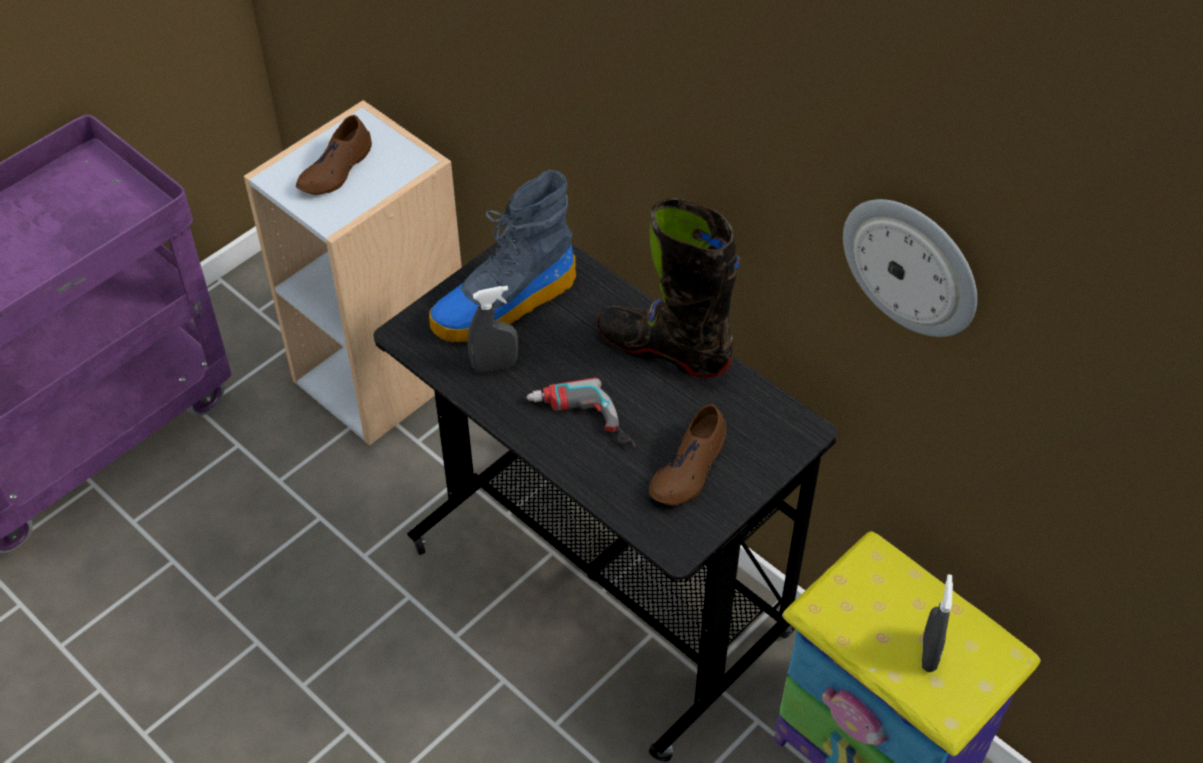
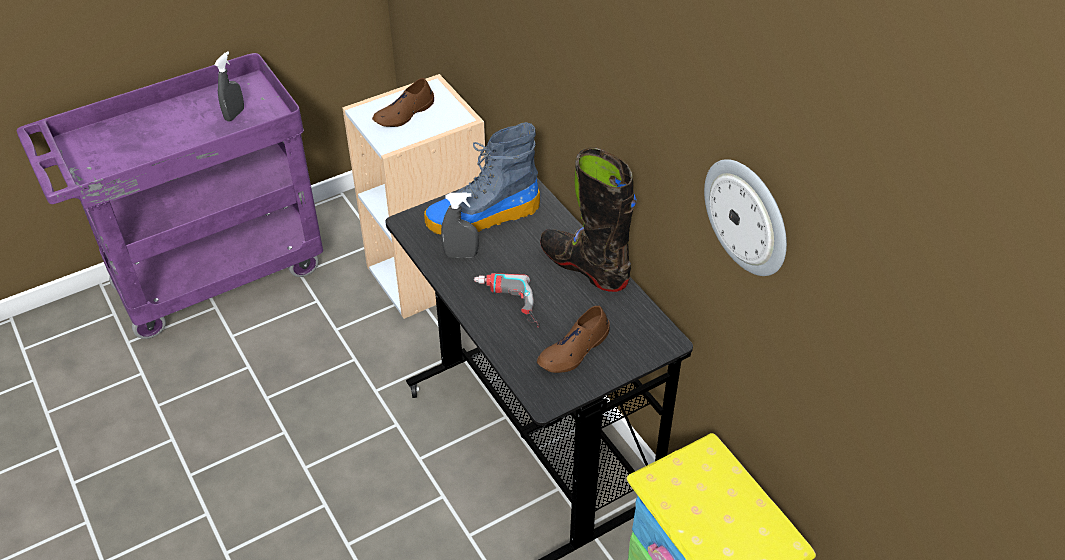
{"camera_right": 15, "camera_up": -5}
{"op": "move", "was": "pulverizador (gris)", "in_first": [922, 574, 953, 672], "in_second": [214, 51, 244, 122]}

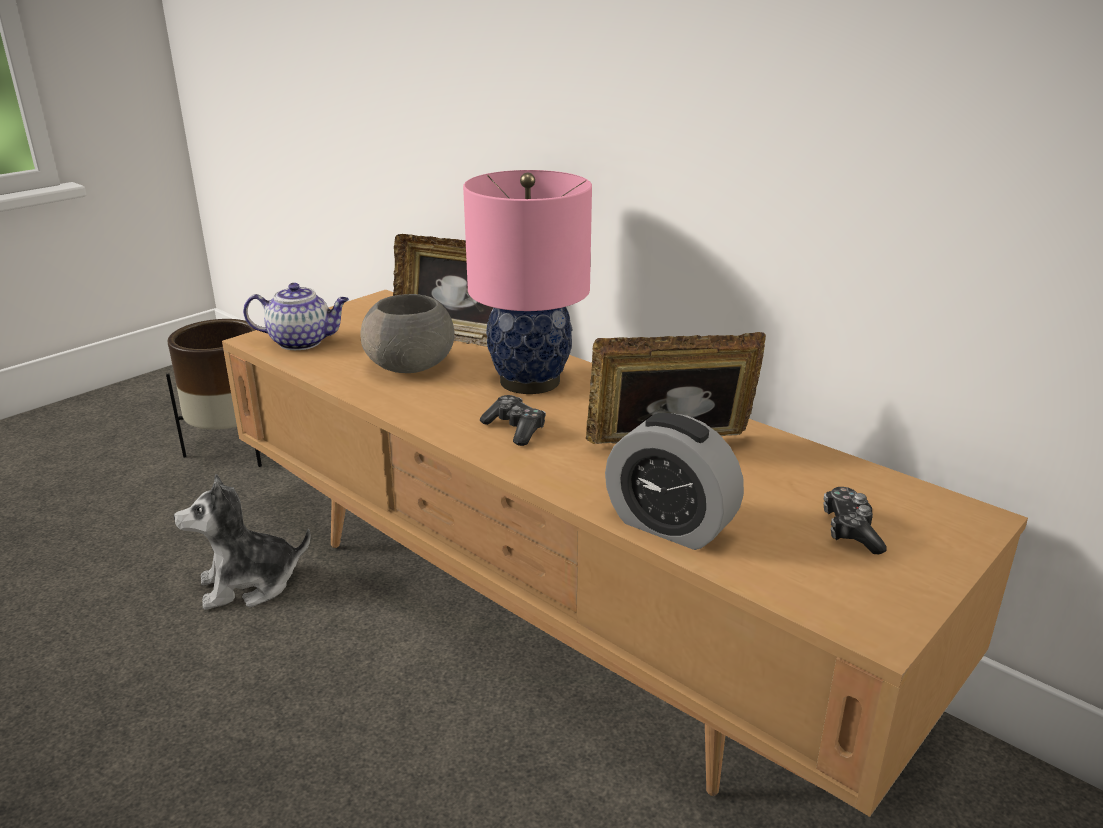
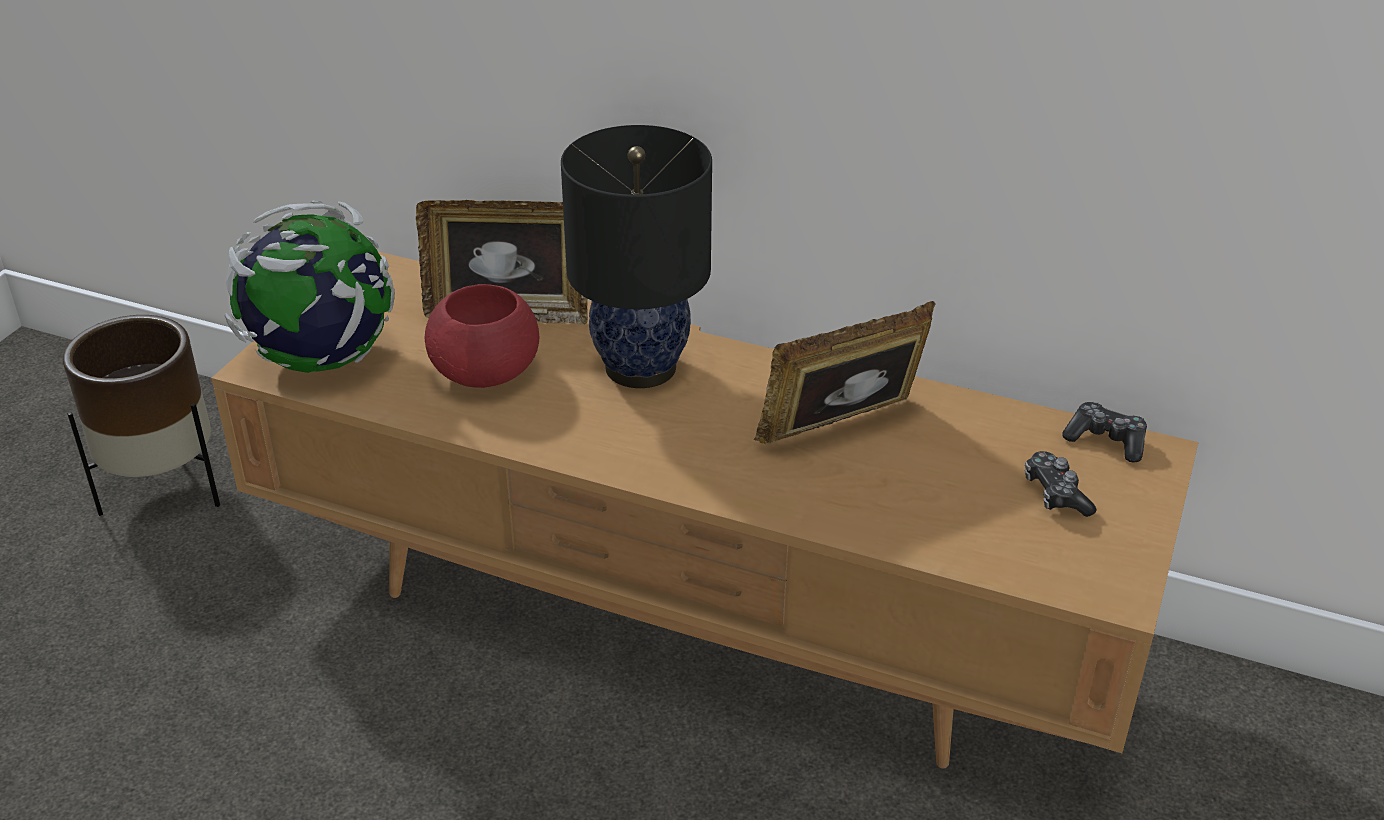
{"camera_right": -20, "camera_up": 10}
{"op": "replace", "was": "tetera", "now": "globo terráqueo", "in_first": [243, 283, 349, 350], "in_second": [224, 201, 395, 373]}
{"op": "recolor", "was": "cuenco (gris)", "now": "cuenco (rojo)", "in_first": [360, 294, 454, 373], "in_second": [425, 284, 539, 388]}
{"op": "recolor", "was": "lámpara de mesa (rosa)", "now": "lámpara de mesa (negro)", "in_first": [463, 170, 592, 394], "in_second": [561, 125, 712, 388]}
{"op": "move", "was": "mando de consola", "in_first": [480, 395, 546, 446], "in_second": [1062, 402, 1147, 463]}
{"op": "delete", "was": "peluche", "in_first": [174, 474, 311, 610]}
{"op": "delete", "was": "despertador", "in_first": [605, 413, 744, 550]}

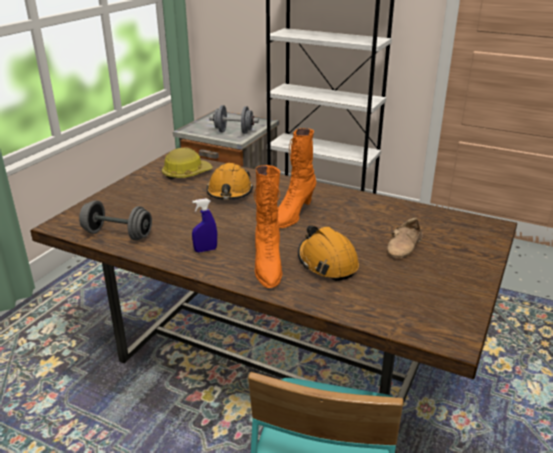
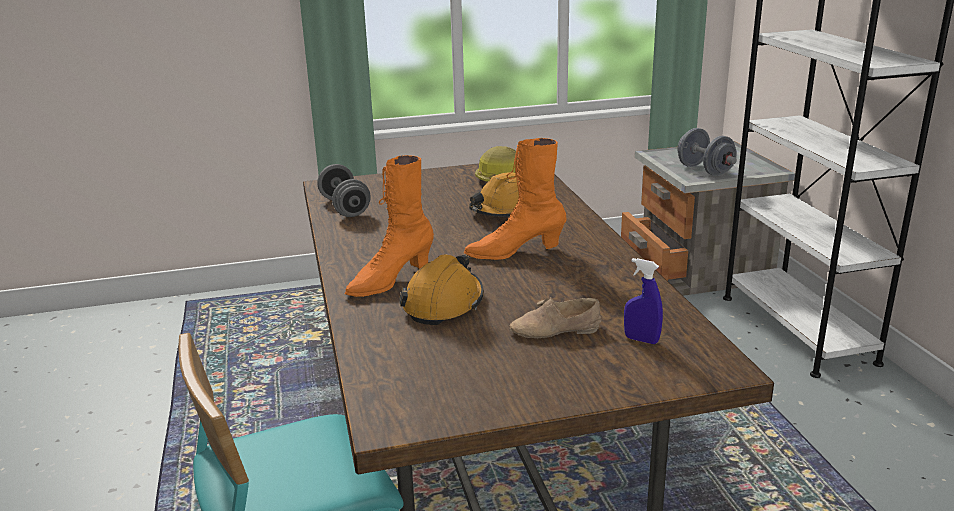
{"camera_right": 50, "camera_up": -5}
{"op": "move", "was": "pulverizador (azul)", "in_first": [192, 199, 217, 252], "in_second": [624, 258, 663, 344]}

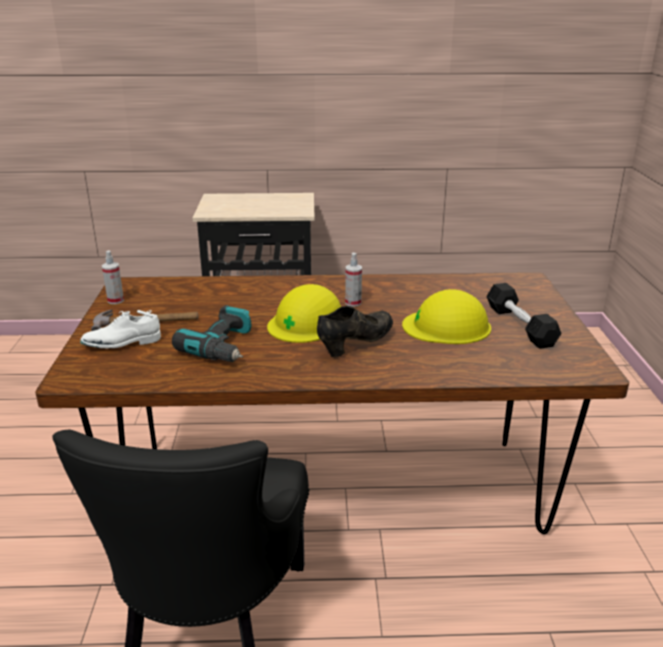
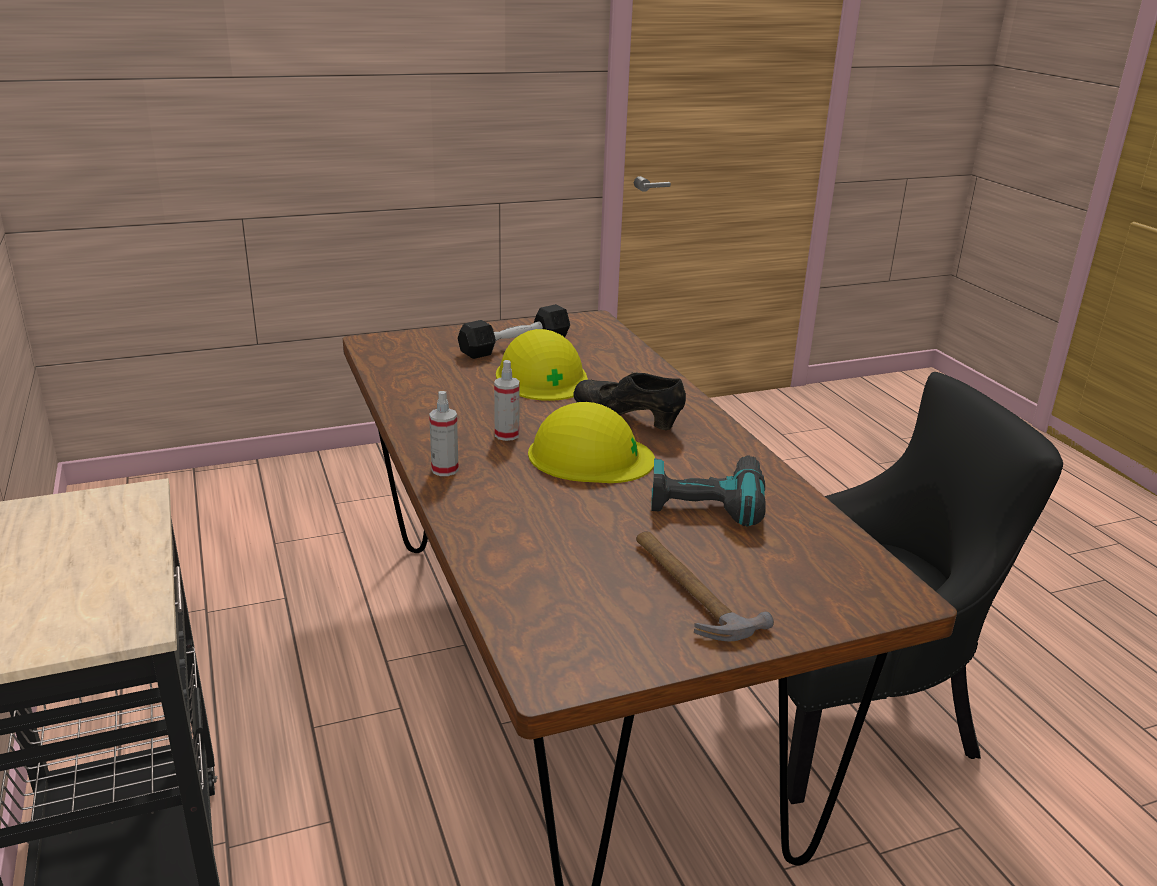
{"camera_right": -110, "camera_up": 0}
{"op": "move", "was": "pulverizador", "in_first": [102, 250, 124, 304], "in_second": [429, 391, 459, 476]}
{"op": "delete", "was": "zapato (blanco)", "in_first": [80, 310, 161, 348]}

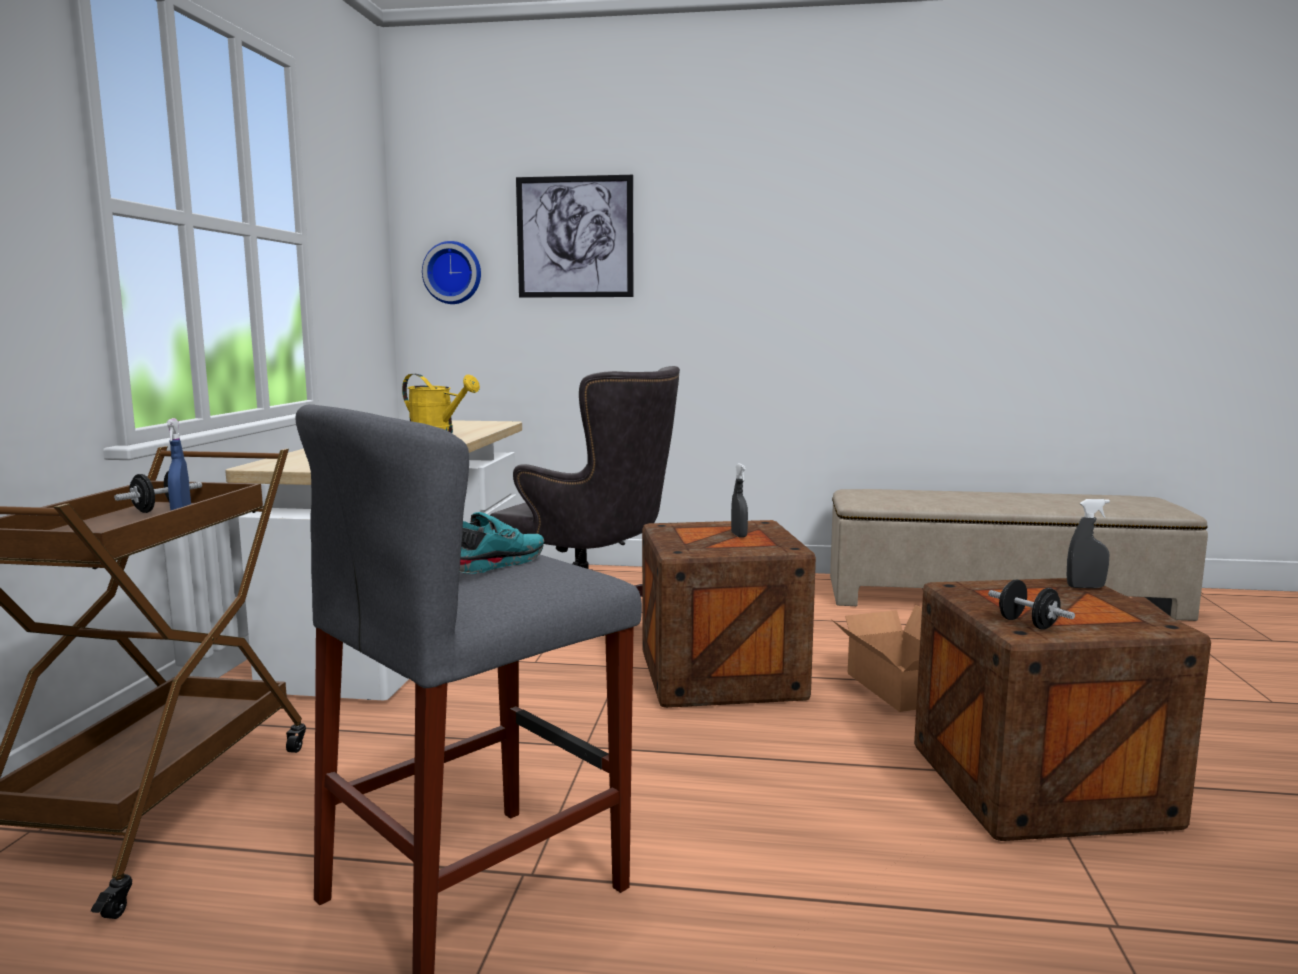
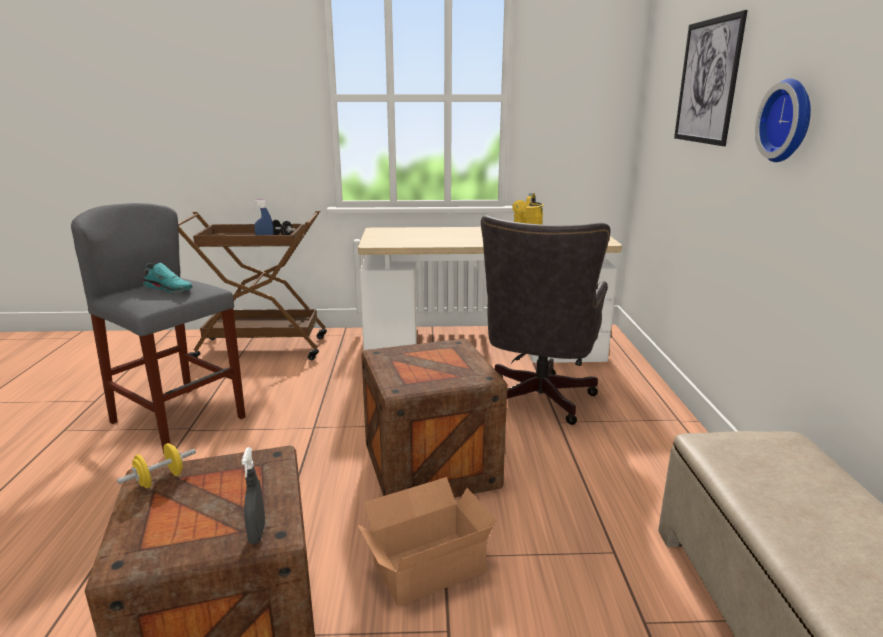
{"camera_right": 80, "camera_up": 10}
{"op": "recolor", "was": "mancuerna (negro)", "now": "mancuerna (amarillo)", "in_first": [988, 580, 1075, 630], "in_second": [117, 443, 196, 488]}
{"op": "move", "was": "reloj de pared", "in_first": [422, 241, 481, 304], "in_second": [755, 78, 811, 162]}
{"op": "delete", "was": "pulverizador (gris)", "in_first": [731, 464, 748, 538]}

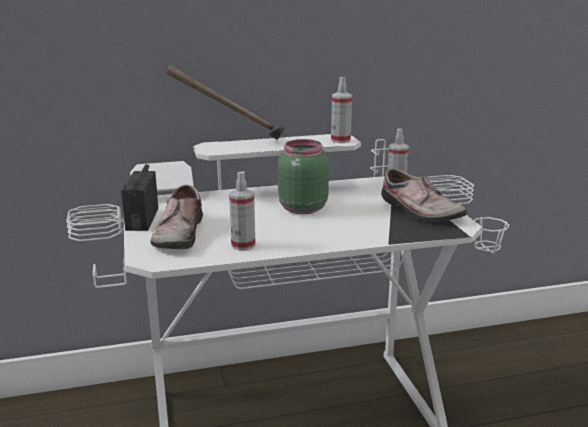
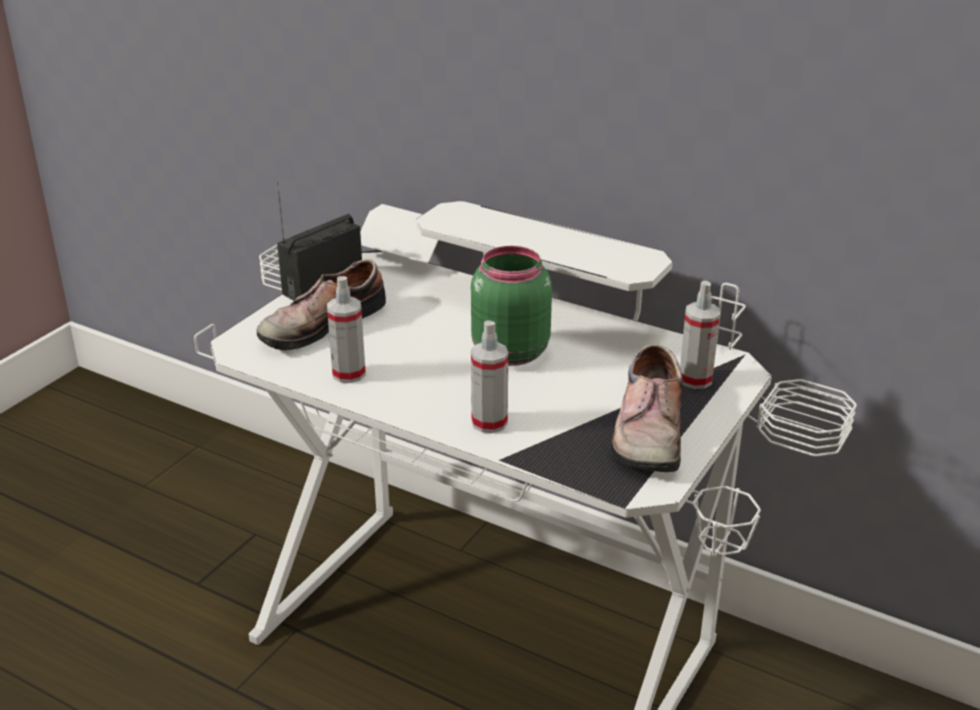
{"camera_right": 45, "camera_up": 10}
{"op": "move", "was": "pulverizador", "in_first": [331, 77, 352, 143], "in_second": [471, 320, 508, 433]}
{"op": "delete", "was": "martillo", "in_first": [166, 65, 285, 140]}

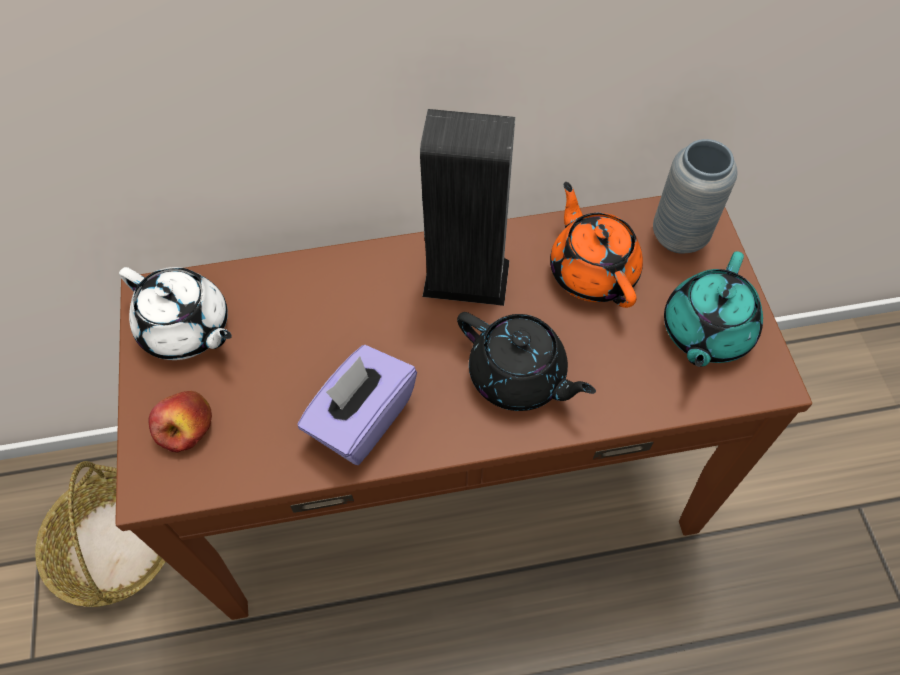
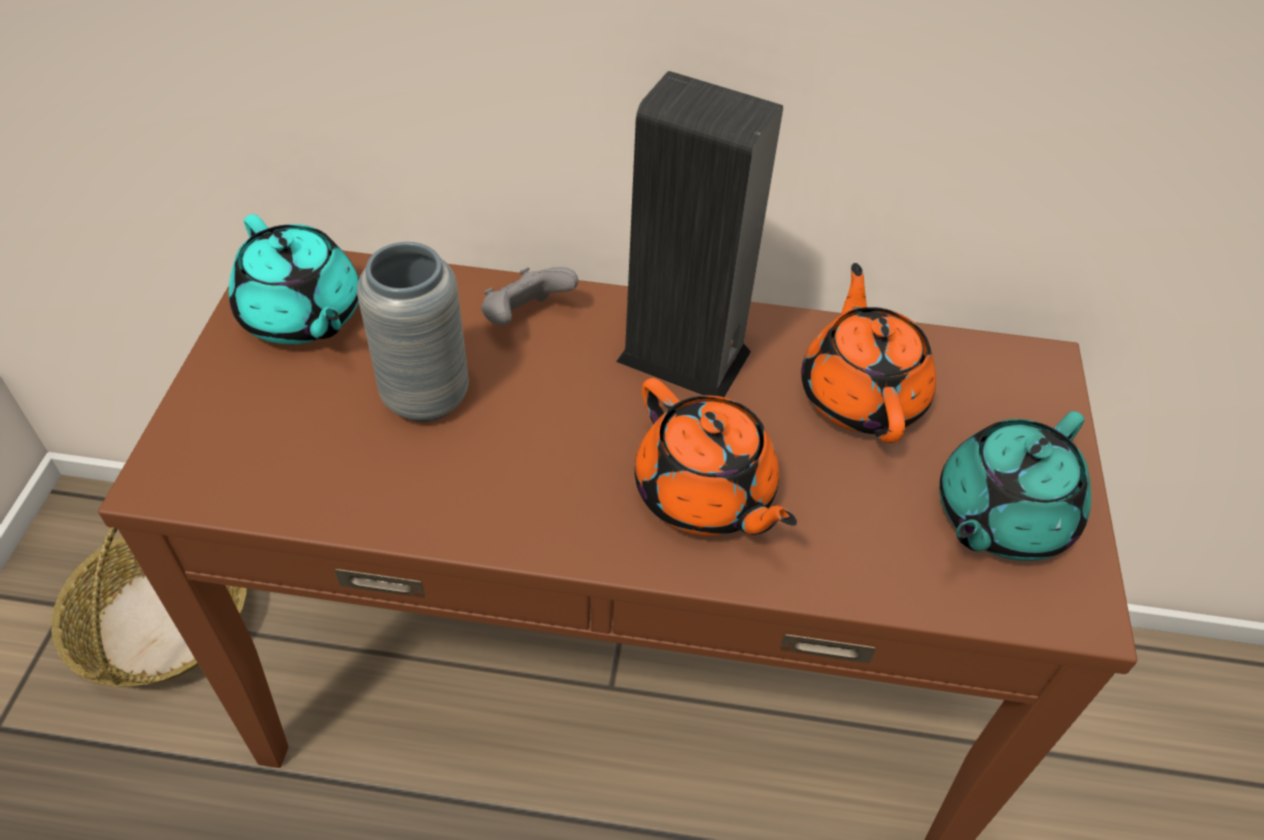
{"camera_right": 15, "camera_up": -10}
{"op": "recolor", "was": "tetera (blanco)", "now": "tetera (turquesa)", "in_first": [119, 267, 232, 360], "in_second": [229, 214, 359, 344]}
{"op": "move", "was": "florero (gris)", "in_first": [653, 139, 738, 254], "in_second": [357, 242, 469, 422]}
{"op": "insert", "now": "mando de consola (gris)", "in_second": [481, 267, 578, 325]}
{"op": "recolor", "was": "tetera (negro)", "now": "tetera (naranja)", "in_first": [457, 312, 596, 411], "in_second": [634, 378, 797, 536]}
{"op": "delete", "was": "manzana", "in_first": [149, 391, 212, 453]}
{"op": "delete", "was": "caja de pañuelos (morado)", "in_first": [297, 345, 417, 465]}

